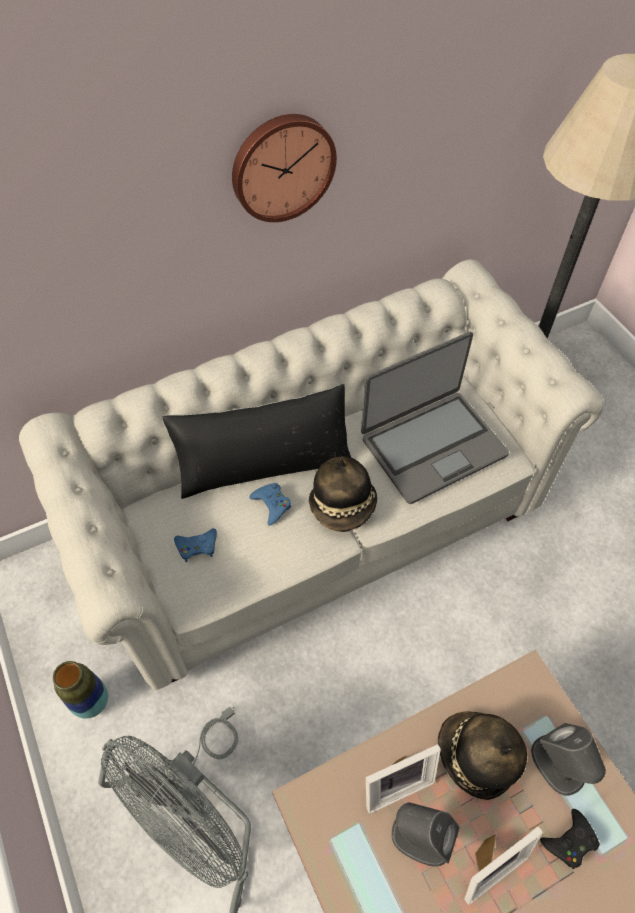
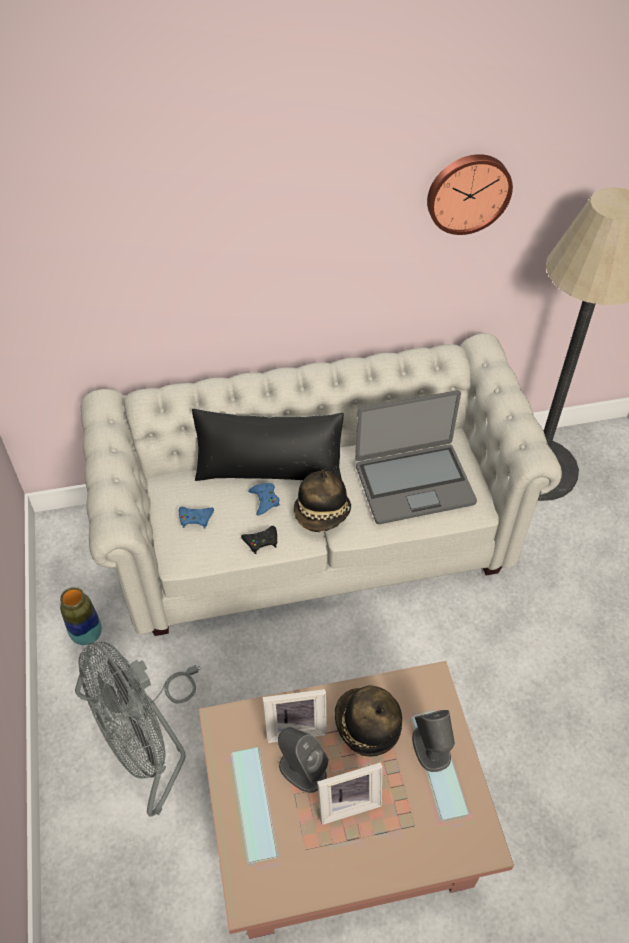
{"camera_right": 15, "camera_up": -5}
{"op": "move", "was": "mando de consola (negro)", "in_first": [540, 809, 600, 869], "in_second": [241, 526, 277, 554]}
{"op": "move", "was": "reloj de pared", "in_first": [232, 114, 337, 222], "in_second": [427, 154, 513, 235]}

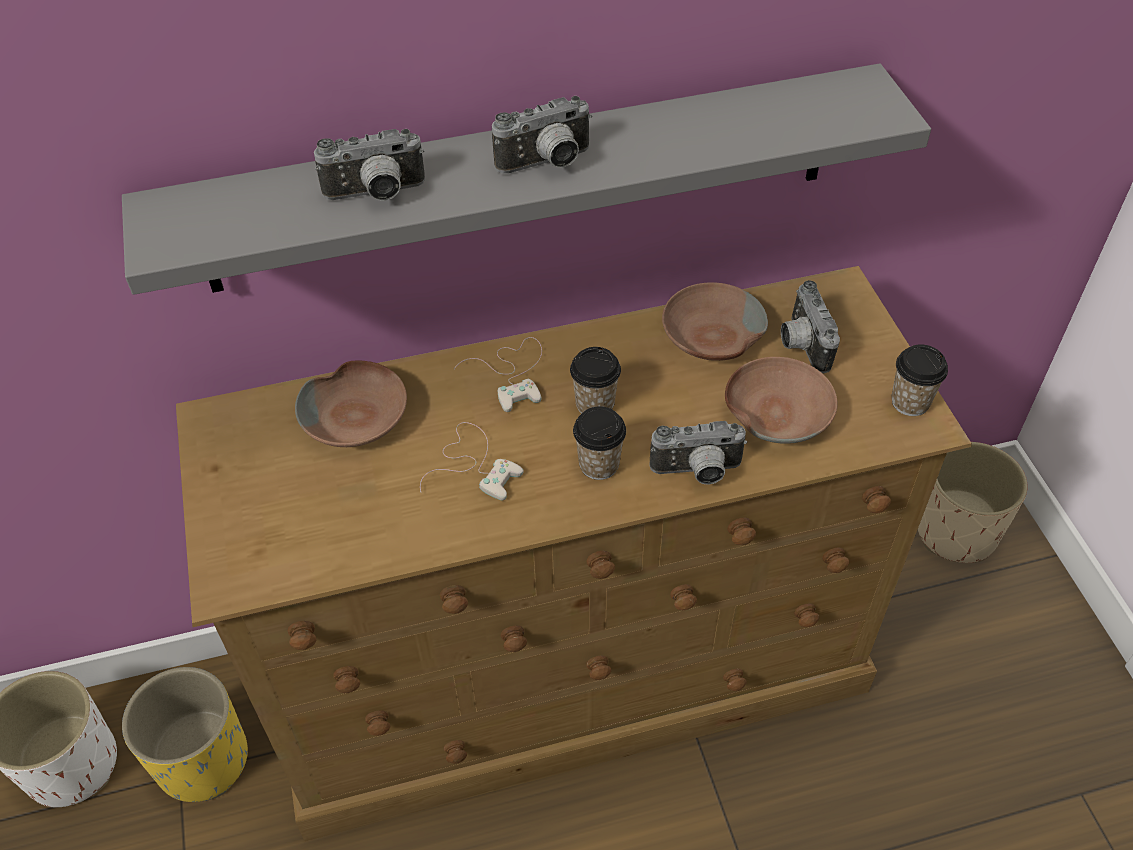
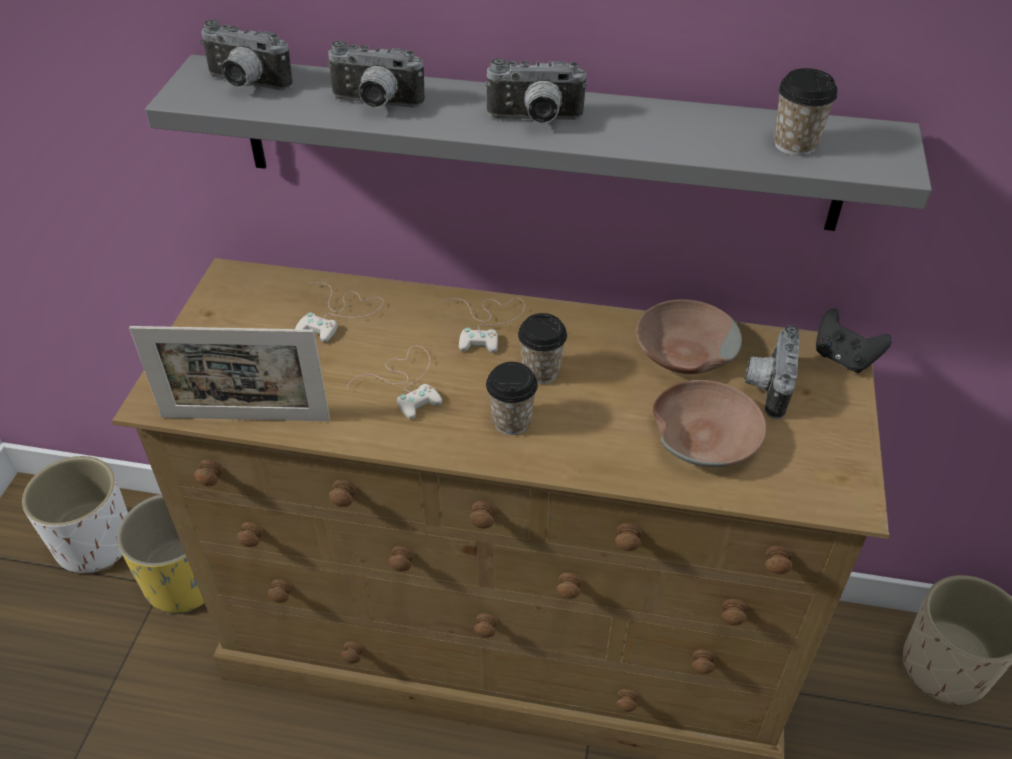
{"camera_right": 25, "camera_up": -5}
{"op": "insert", "now": "portarretratos", "in_second": [129, 326, 330, 421]}
{"op": "move", "was": "cámara", "in_first": [649, 421, 747, 485], "in_second": [200, 20, 293, 90]}
{"op": "replace", "was": "cuenco (marrón)", "now": "mando de consola (blanco)", "in_first": [295, 360, 407, 447], "in_second": [295, 282, 384, 343]}
{"op": "move", "was": "taza", "in_first": [891, 344, 948, 416], "in_second": [774, 68, 837, 156]}
{"op": "insert", "now": "mando de consola (negro)", "in_second": [816, 308, 892, 373]}

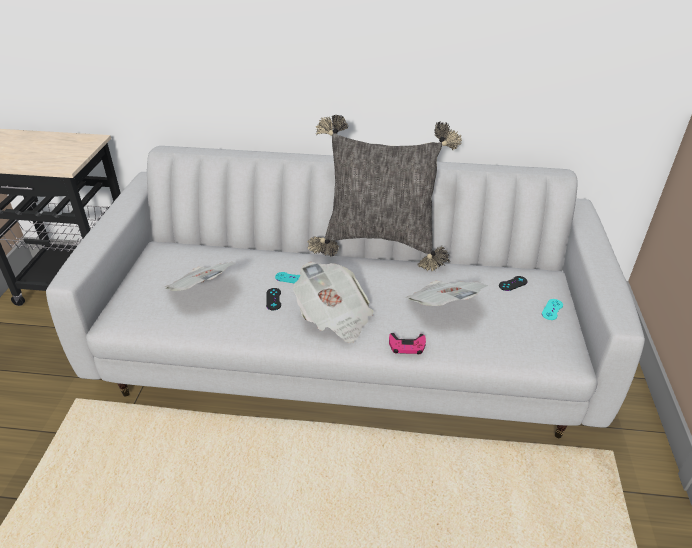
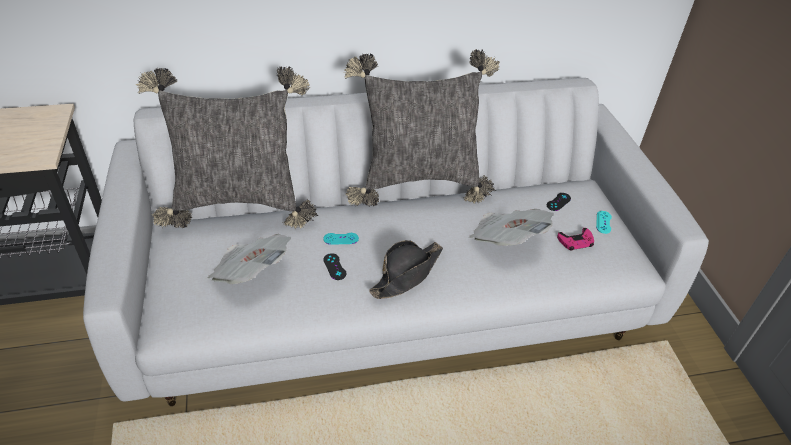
{"camera_right": -20, "camera_up": 5}
{"op": "insert", "now": "cojín", "in_second": [136, 66, 319, 229]}
{"op": "replace", "was": "periódico", "now": "sombrero (negro)", "in_first": [293, 262, 374, 343], "in_second": [369, 240, 443, 299]}
{"op": "move", "was": "mando de consola (rosa)", "in_first": [389, 333, 426, 354], "in_second": [557, 228, 594, 250]}

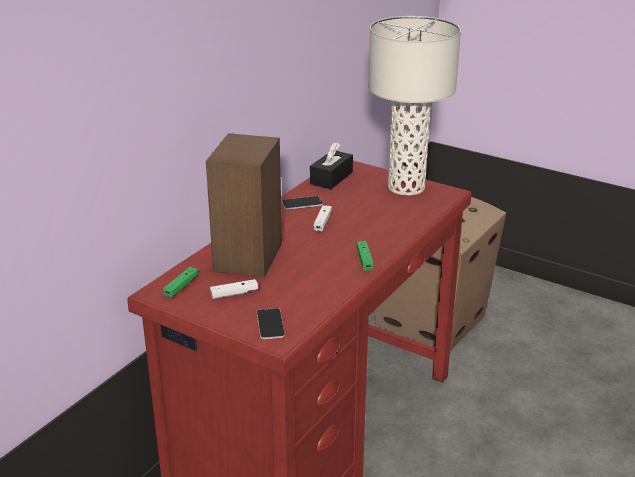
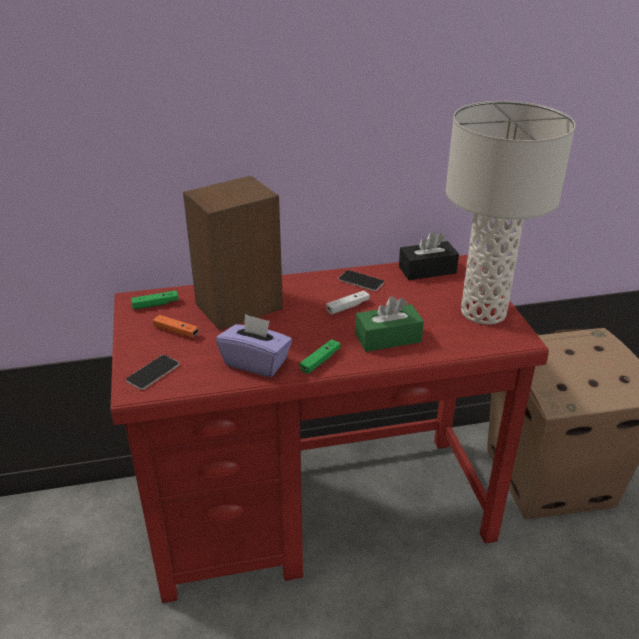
{"camera_right": 45, "camera_up": 5}
{"op": "recolor", "was": "mando de consola (blanco)", "now": "mando de consola (naranja)", "in_first": [210, 279, 258, 299], "in_second": [153, 315, 199, 337]}
{"op": "insert", "now": "caja de pañuelos (morado)", "in_second": [216, 314, 292, 377]}
{"op": "insert", "now": "caja de pañuelos (verde)", "in_second": [355, 296, 424, 352]}

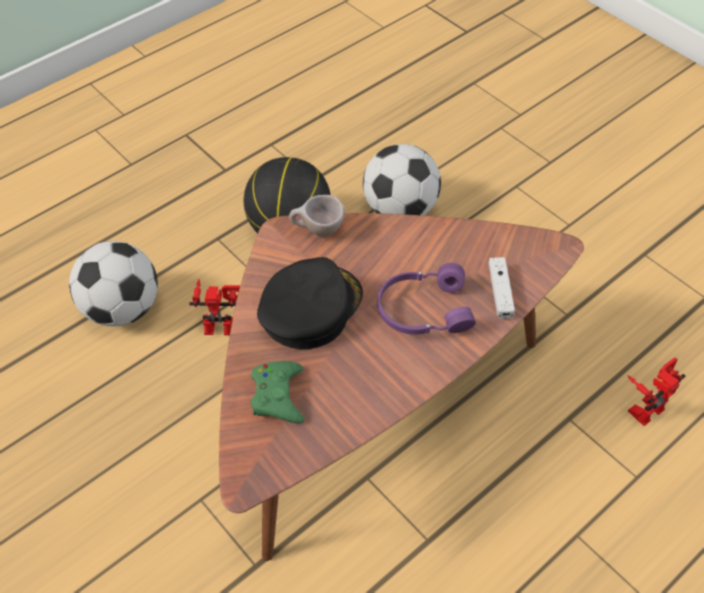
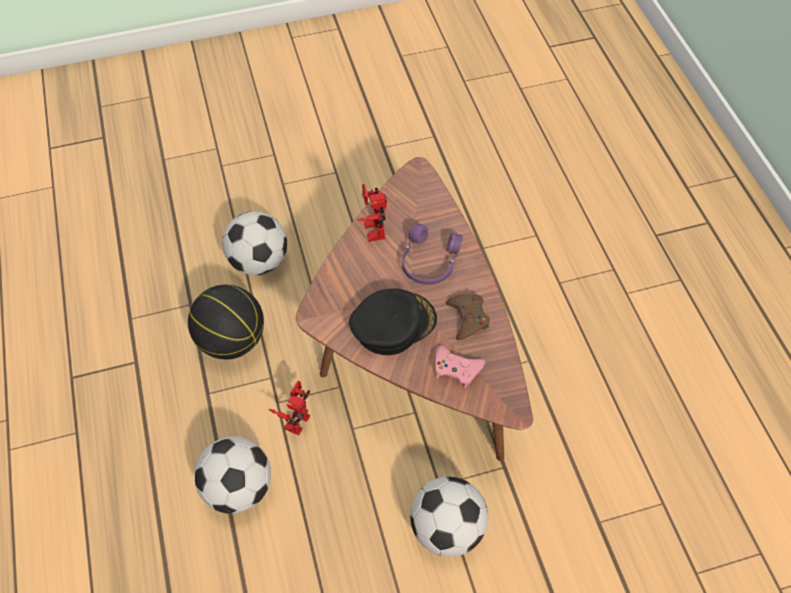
{"camera_right": -65, "camera_up": 5}
{"op": "rotate", "was": "gorra (negro)", "in_first": [257, 257, 363, 349], "in_second": [349, 289, 437, 355], "clockwise": 90}
{"op": "move", "was": "robot de juguete", "in_first": [628, 358, 686, 426], "in_second": [357, 184, 387, 242]}
{"op": "insert", "now": "balón de fútbol", "in_second": [410, 477, 488, 557]}
{"op": "recolor", "was": "mando de consola (verde)", "now": "mando de consola (rosa)", "in_first": [251, 361, 305, 423], "in_second": [435, 345, 485, 388]}
{"op": "insert", "now": "mando de consola (marrón)", "in_second": [446, 294, 490, 340]}
{"op": "delete", "was": "taza (beis)", "in_first": [289, 195, 344, 237]}
{"op": "delete", "was": "mando de consola (blanco)", "in_first": [489, 257, 515, 319]}

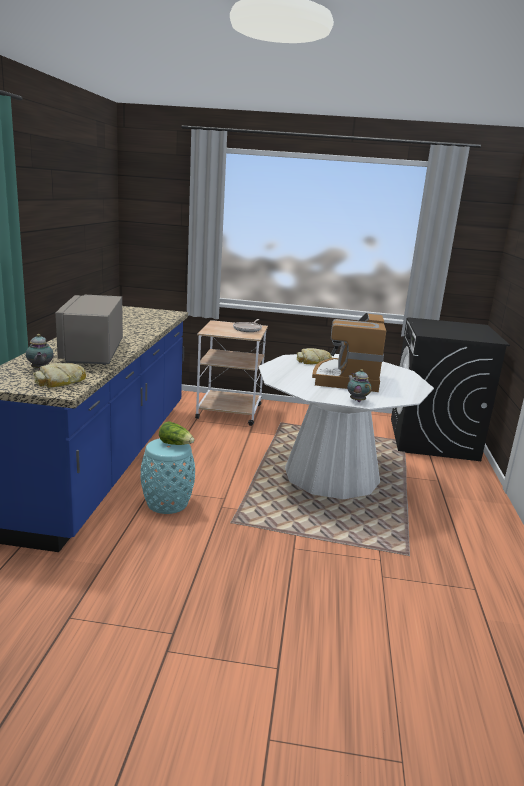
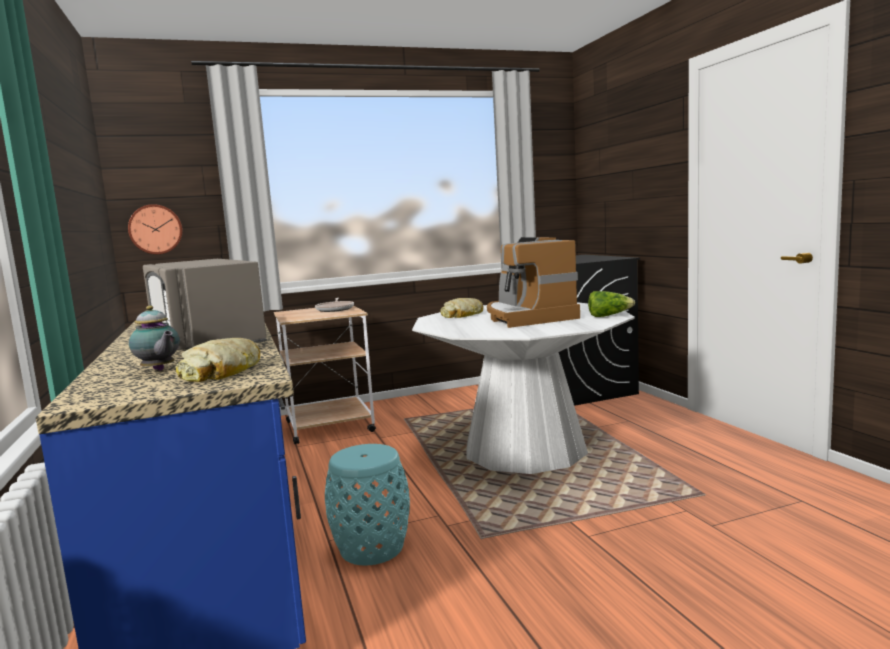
{"camera_right": -25, "camera_up": -10}
{"op": "insert", "now": "reloj de pared", "in_second": [128, 204, 183, 254]}
{"op": "move", "was": "lechuga", "in_first": [159, 421, 194, 445], "in_second": [588, 291, 635, 317]}
{"op": "delete", "was": "tetera", "in_first": [347, 369, 371, 402]}

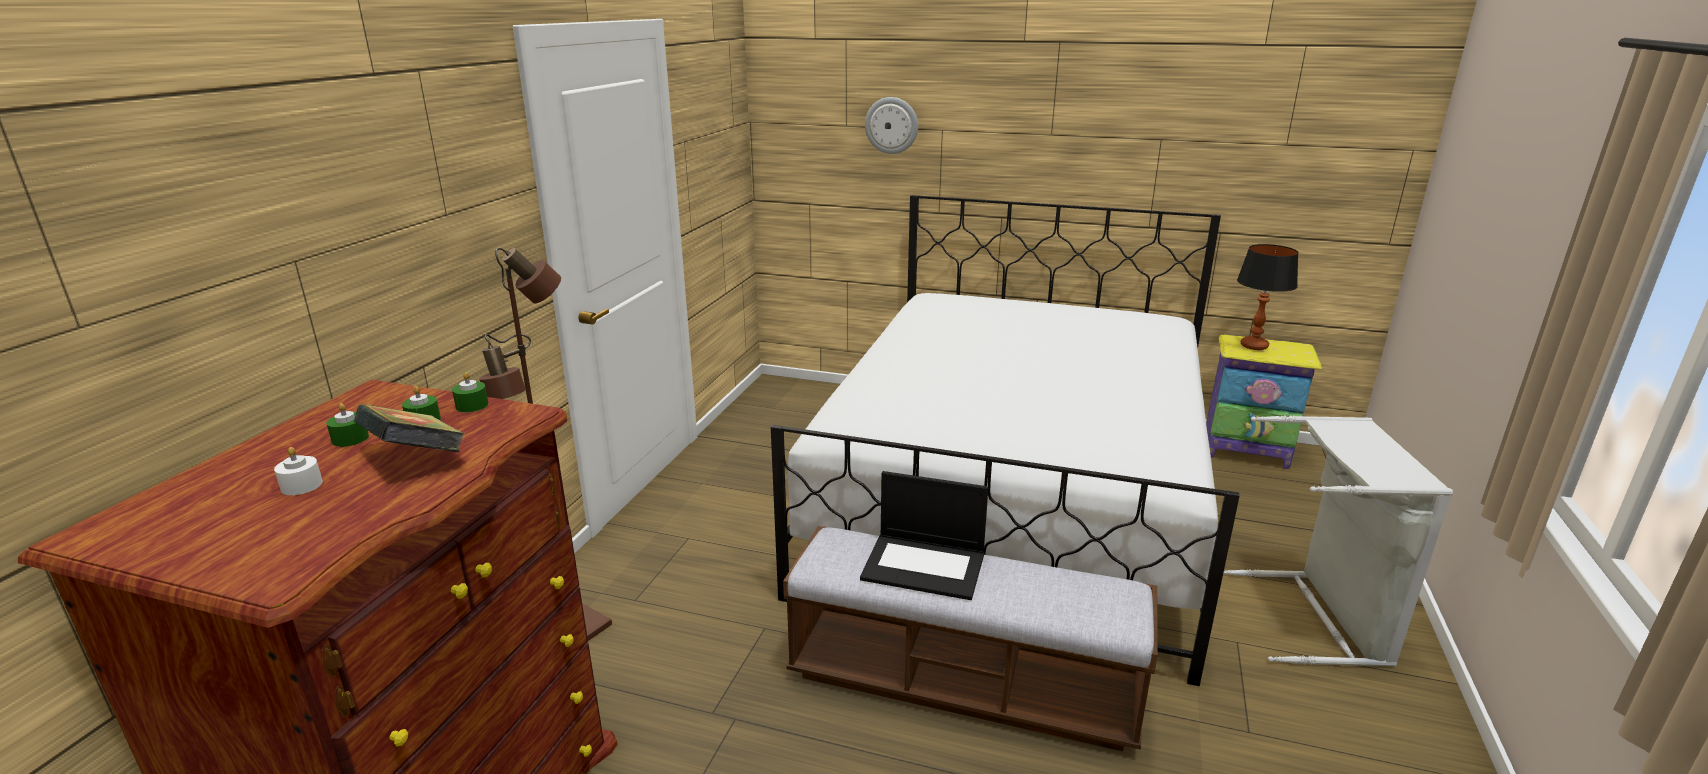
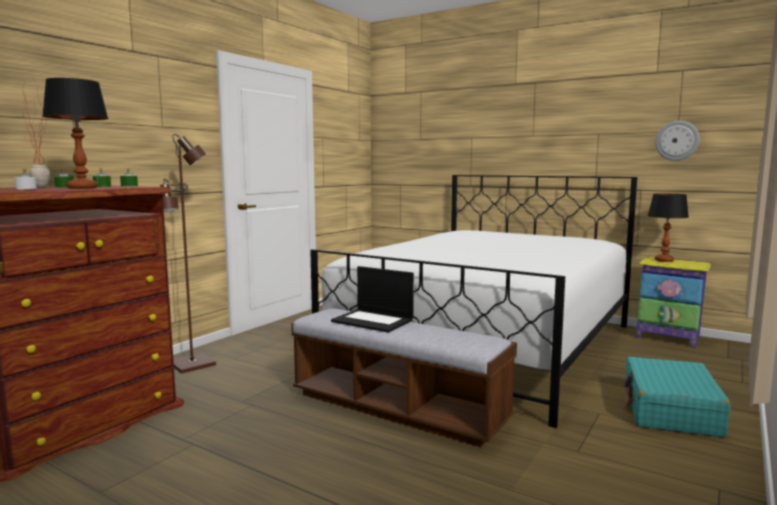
{"camera_right": 15, "camera_up": -15}
{"op": "insert", "now": "planta en maceta", "in_second": [21, 80, 50, 187]}
{"op": "replace", "was": "libro", "now": "lámpara de mesa", "in_first": [354, 404, 465, 452], "in_second": [42, 78, 109, 189]}
{"op": "replace", "was": "cesto de la ropa (gris)", "now": "maleta (turquesa)", "in_first": [1223, 415, 1453, 666], "in_second": [624, 357, 730, 437]}
{"op": "move", "was": "reloj de pared", "in_first": [865, 97, 918, 154], "in_second": [655, 121, 700, 161]}

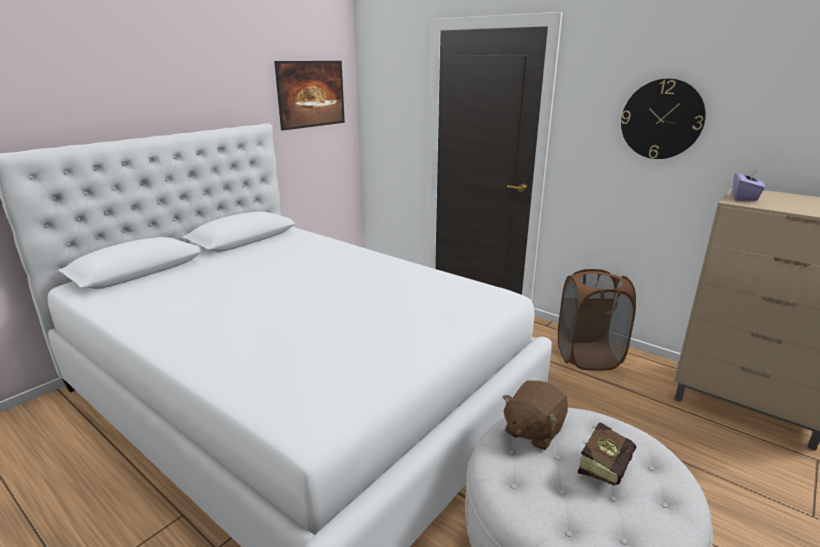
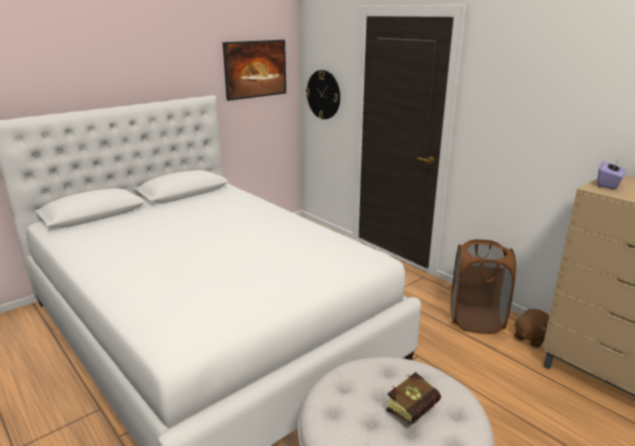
{"camera_right": 10, "camera_up": 0}
{"op": "move", "was": "reloj de pared", "in_first": [621, 79, 706, 159], "in_second": [306, 70, 340, 119]}
{"op": "move", "was": "peluche (marrón)", "in_first": [503, 380, 568, 450], "in_second": [514, 309, 549, 348]}

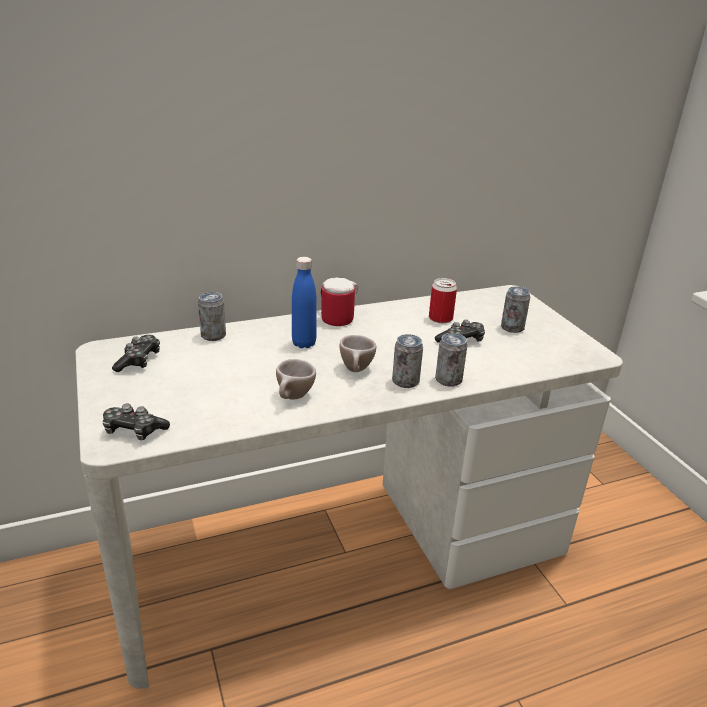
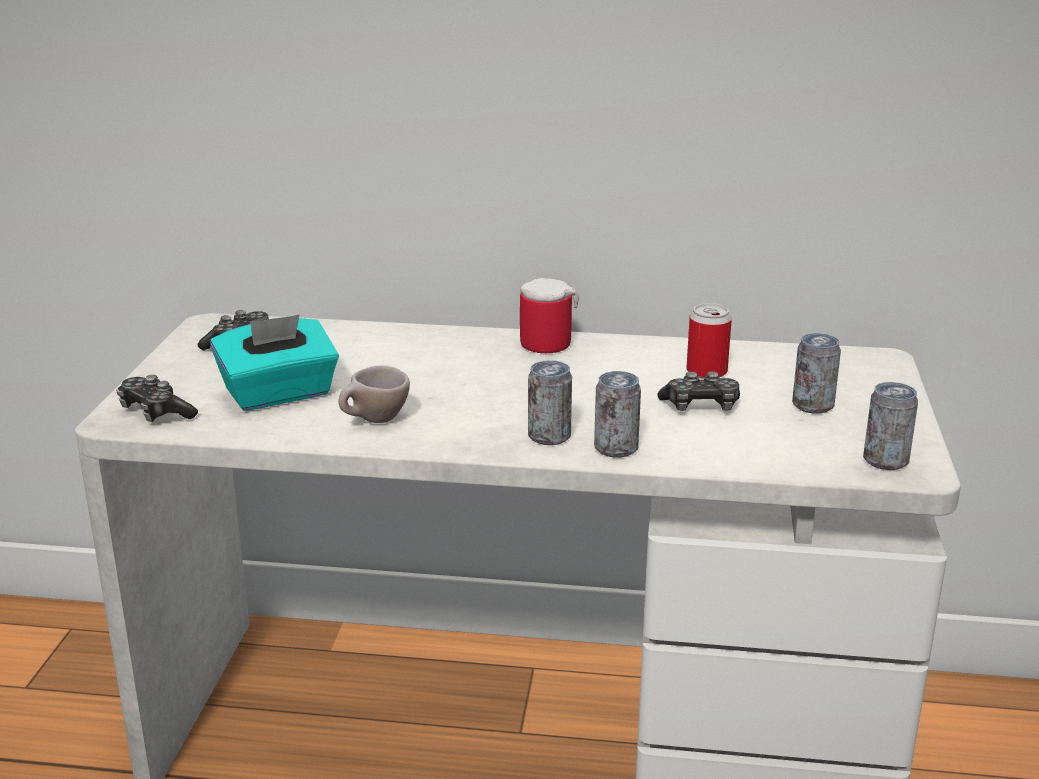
{"camera_right": 30, "camera_up": -5}
{"op": "insert", "now": "caja de pañuelos (turquesa)", "in_second": [210, 314, 339, 411]}
{"op": "move", "was": "lata", "in_first": [198, 292, 226, 341], "in_second": [863, 382, 918, 470]}
{"op": "delete", "was": "botella (azul)", "in_first": [292, 257, 317, 348]}
{"op": "delete", "was": "taza (beis)", "in_first": [340, 335, 376, 372]}

